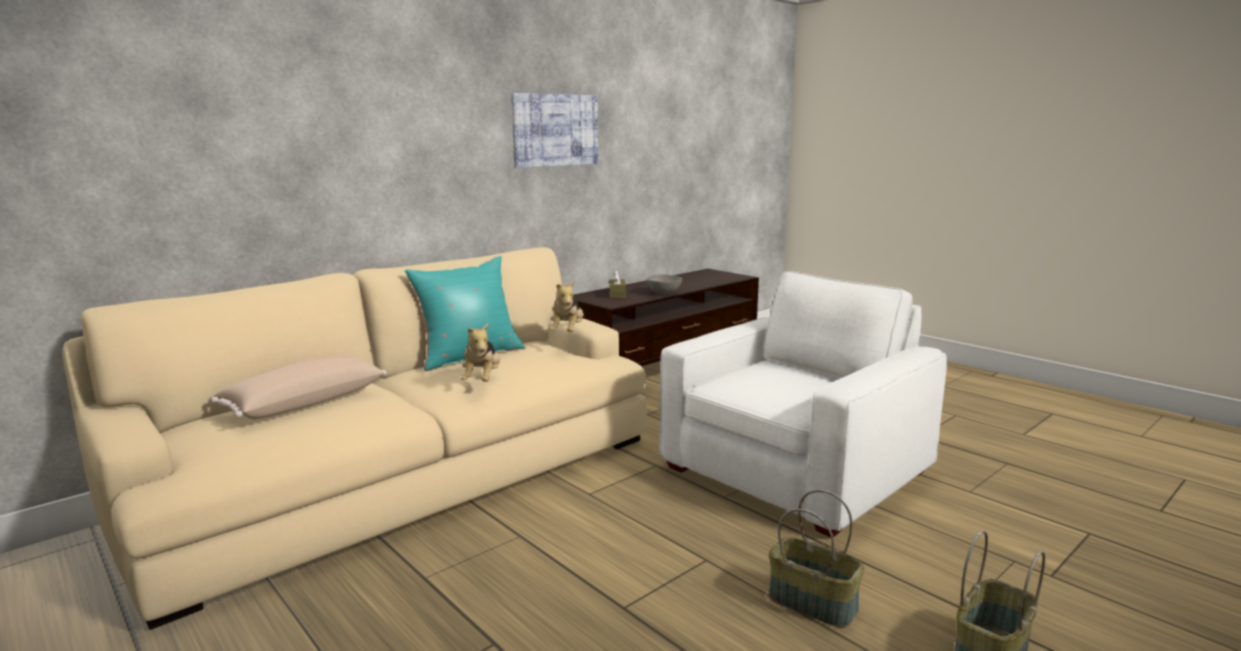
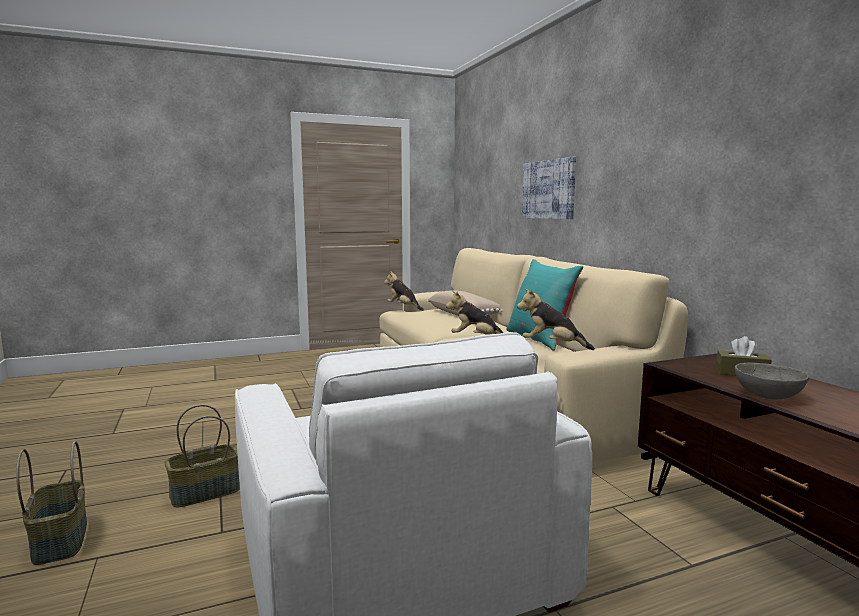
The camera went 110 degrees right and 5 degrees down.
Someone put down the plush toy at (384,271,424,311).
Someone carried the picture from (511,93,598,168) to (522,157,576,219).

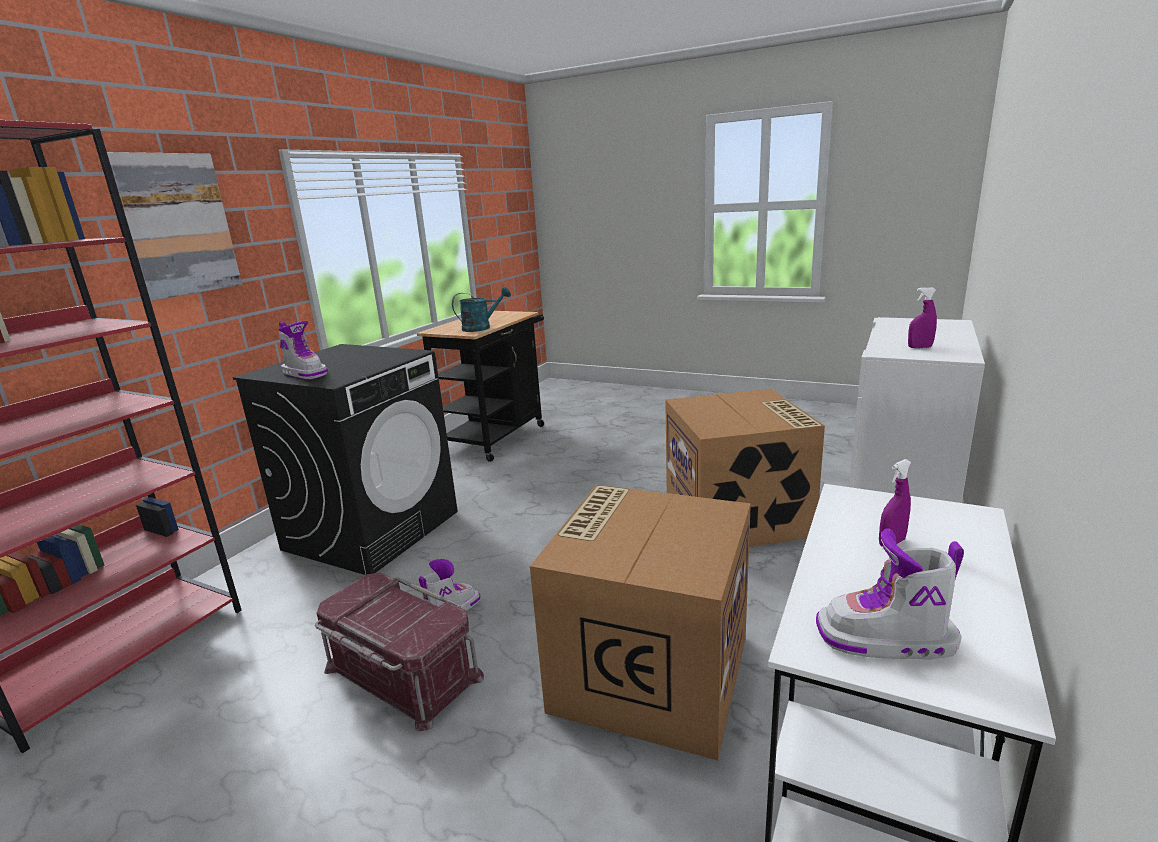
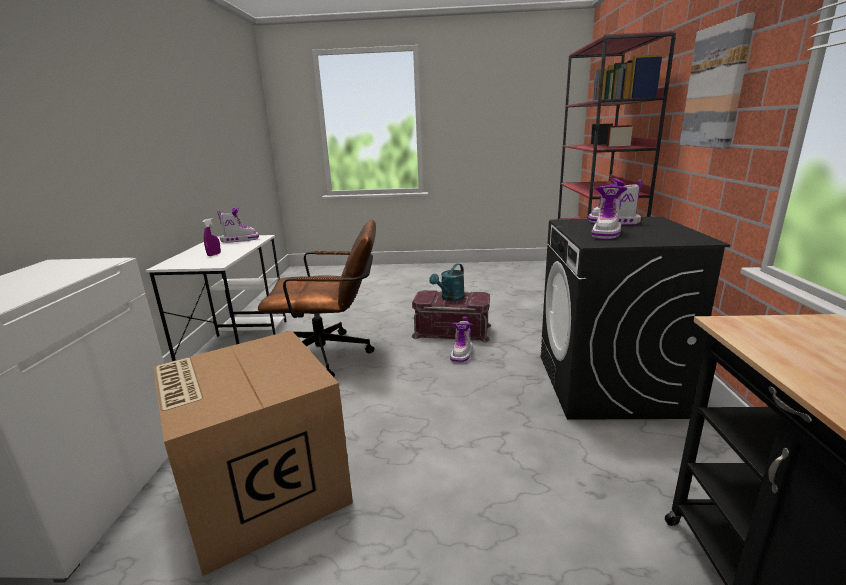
The camera went 155 degrees right and 0 degrees up.
Someone swapped the cardboard box at (530,485,751,761) for the office chair (brown) at (258,220,376,377).
Someone carried the watering can (turquoise) from (452,287,511,332) to (429,263,465,301).
Someone put down the boot at (591,184,627,239).
Someone took away the spray bottle (purple) at (908,287,937,348).

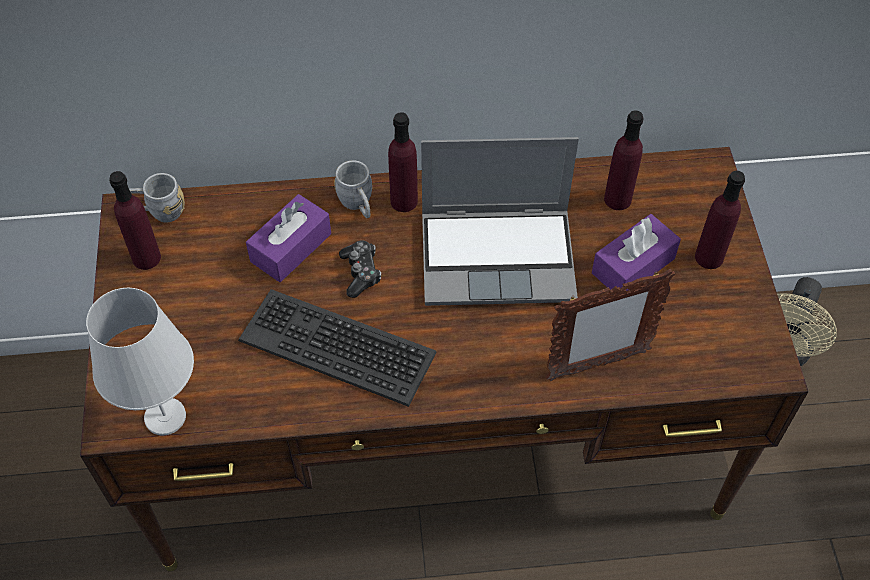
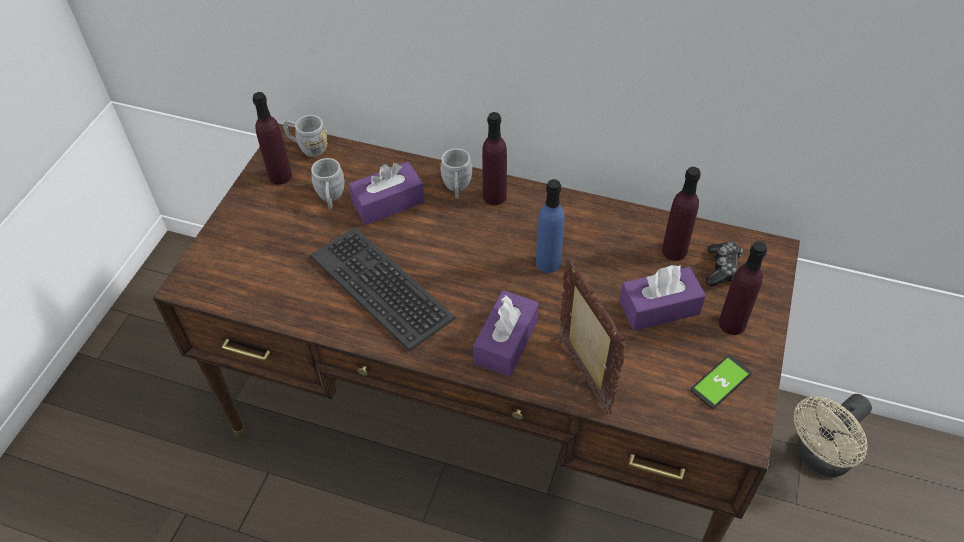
The camera went 25 degrees right and 5 degrees down.
Someone put down the mug (grey) at (311,158,344,209).
Someone put down the tissue box (purple) at (473,290,539,377).
Someone swapped the laptop at (421,137,579,306) for the bottle (blue) at (536,179,565,273).
Someone rotated the picture frame at (546,269,675,381) by 120 degrees counterclockwise.
Someone put down the phone at (691,355,752,408).
Someone carried the game controller from (339,240,381,298) to (705,241,743,287).
Someone took away the table lamp (white) at (86,288,194,436).

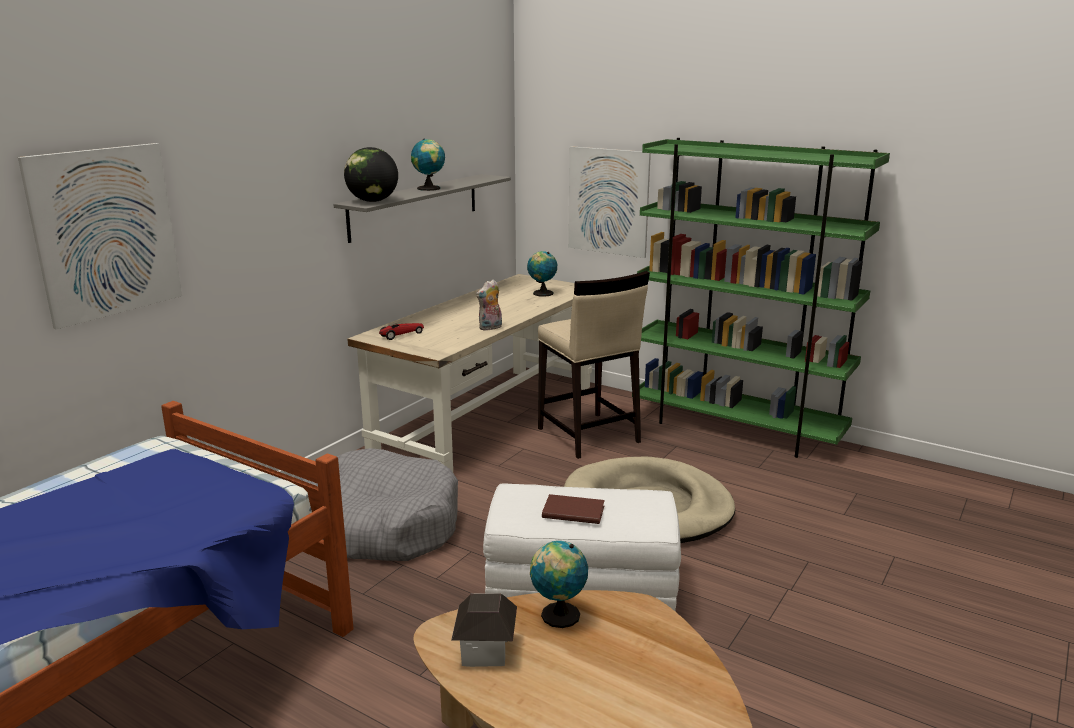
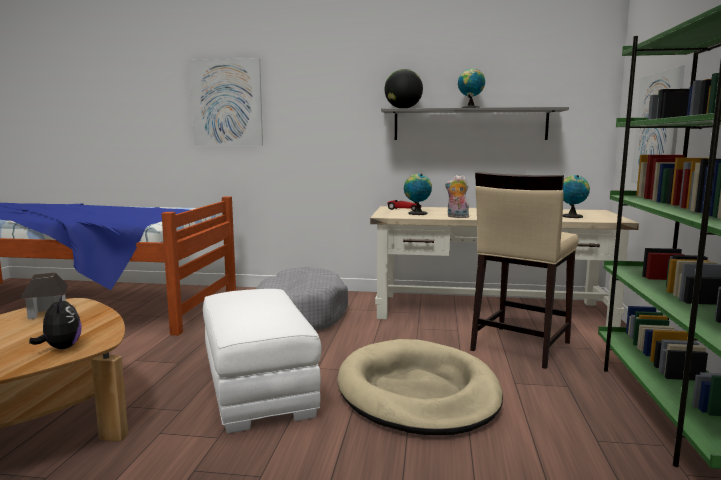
The camera went 65 degrees right and 10 degrees down.
Someone put down the plush toy at (29,295,82,349).
Someone carried the globe from (530,541,588,628) to (404,174,432,215).
Someone took away the book (brown) at (542,494,605,524).

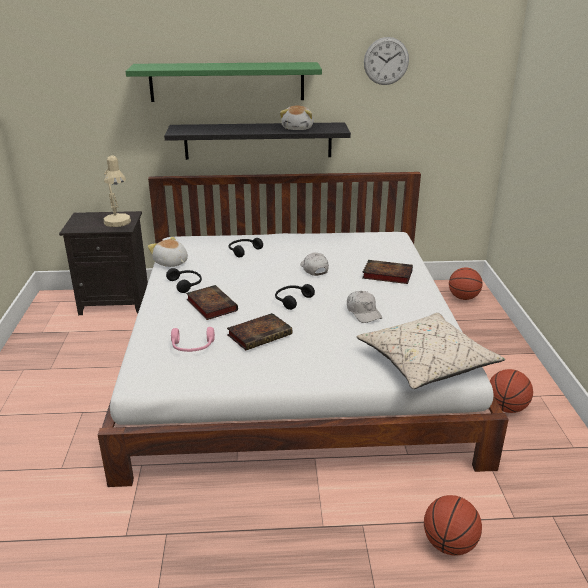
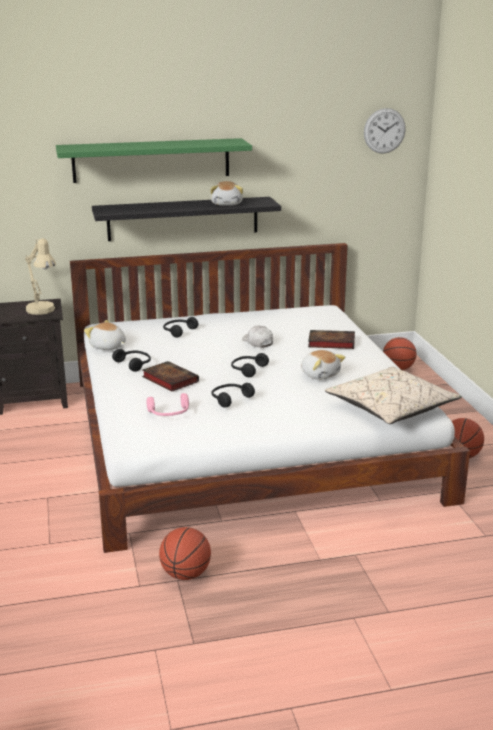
The camera went 10 degrees left and 5 degrees down.
Someone carried the basketball from (424,495,482,555) to (159,527,211,580).
Someone swapped the book at (227,313,292,350) for the headphones (black) at (211,383,255,408).
Someone swapped the cap (white) at (347,291,383,323) for the plush toy at (301,350,346,380).
Someone carried the wall clock from (364,37,409,85) to (364,108,406,154).

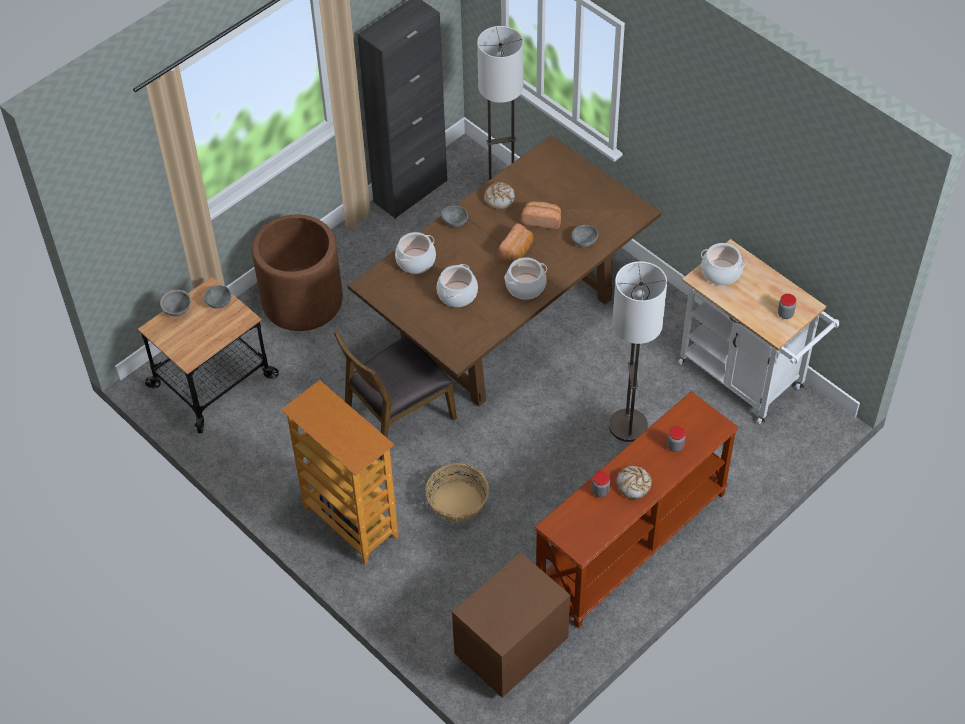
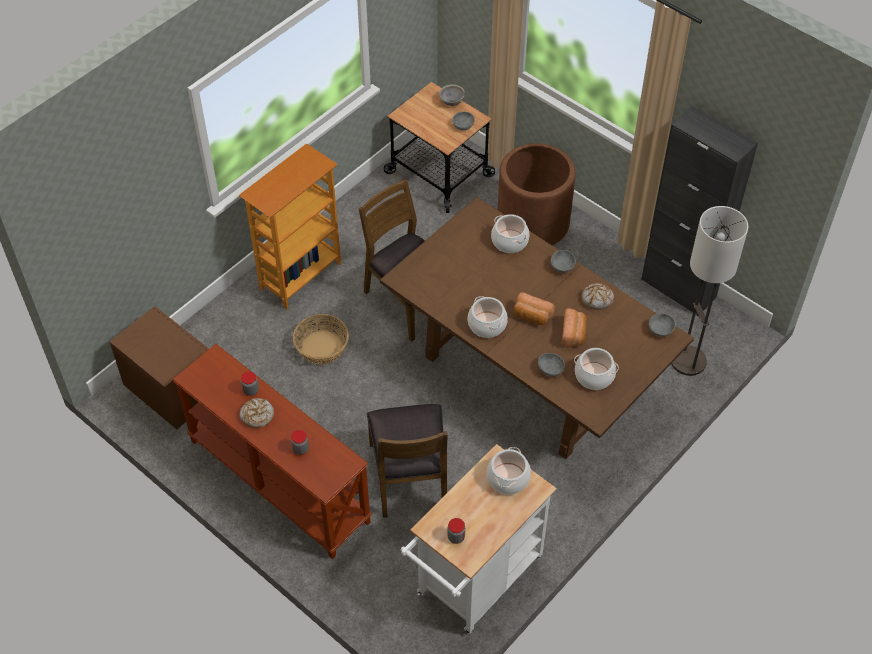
The camera went 85 degrees right and 0 degrees up.
Someone swapped the floor lamp at (609,261,667,442) for the chair (brown) at (367,404,447,518).
Someone carried the cooking pot from (437,264,478,307) to (574,348,619,390).
Someone put down the bowl (grey) at (649,313,676,337).

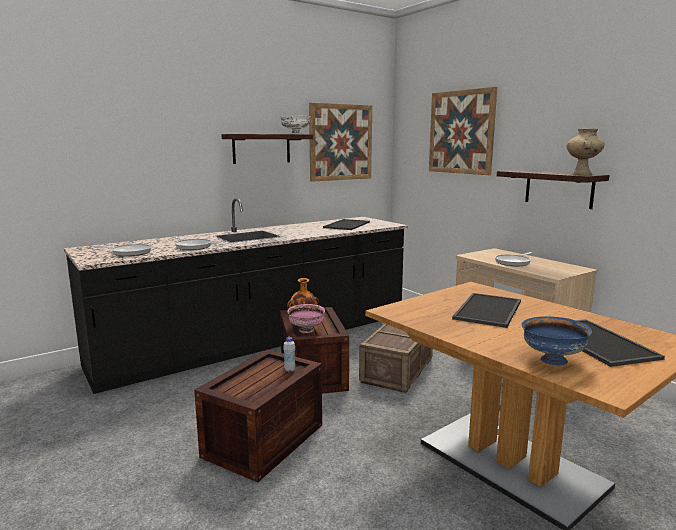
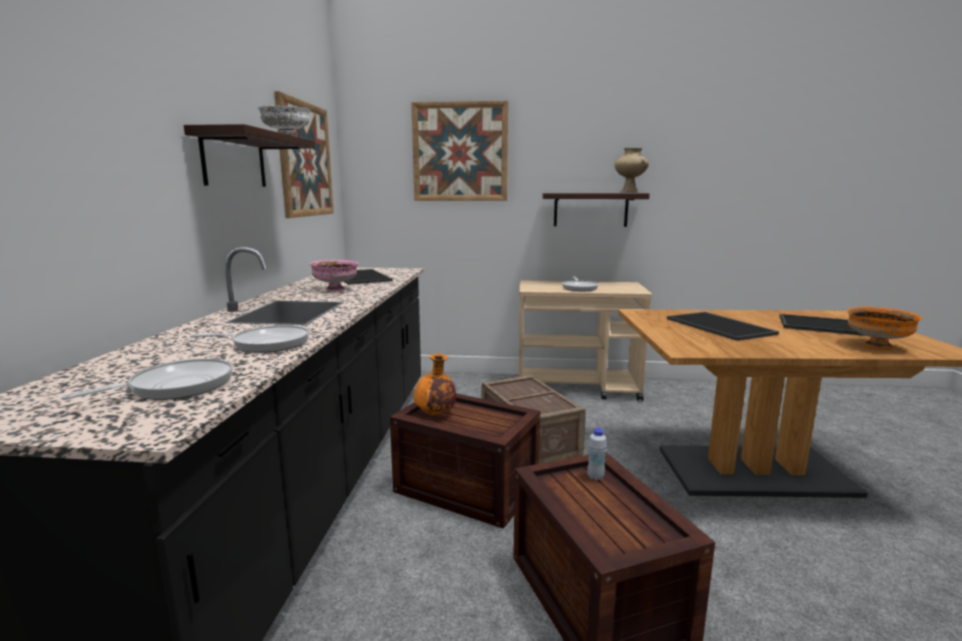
The camera went 50 degrees left and 0 degrees up.
Someone carried the bowl (pink) from (287,304,325,333) to (309,260,359,291).
Someone repainted the bowl (blue) at (521,316,592,365), which became the bowl (orange) at (847,307,922,349).

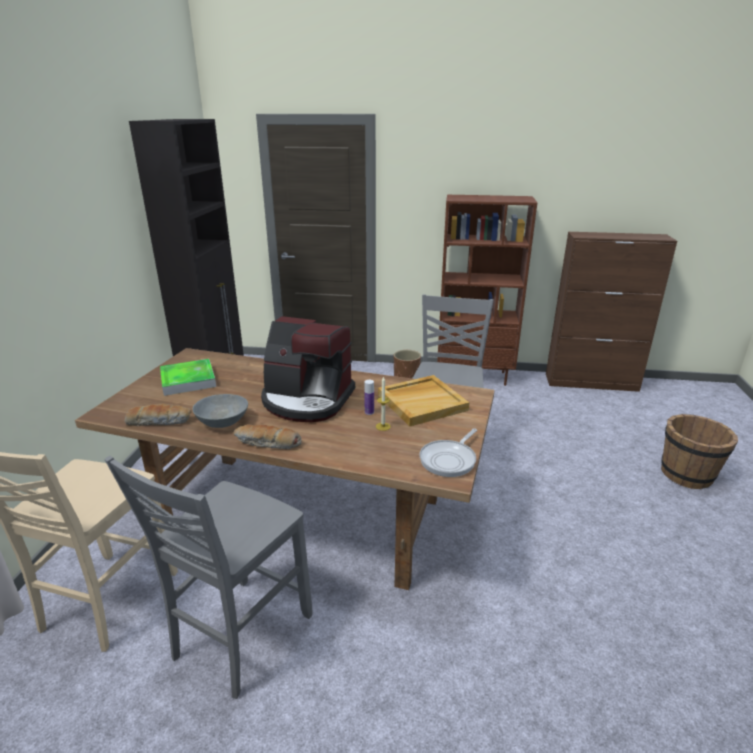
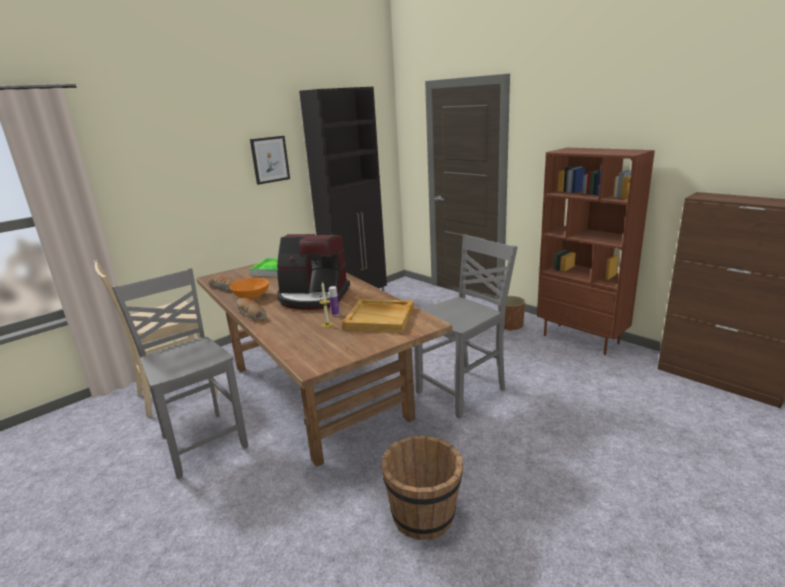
The camera went 40 degrees right and 5 degrees down.
Someone rotated the chair (grey) at (104,456,313,699) by 75 degrees clockwise.
Someone repainted the bowl (grey) at (192,394,248,428), which became the bowl (orange) at (230,278,269,299).
Someone put up the picture at (250,136,290,185).
Someone rotated the coffee machine at (261,316,355,422) by 45 degrees counterclockwise.
Someone carried the bucket (brown) from (661,414,738,489) to (382,435,464,540).
Someone took away the frying pan at (419,428,477,477).

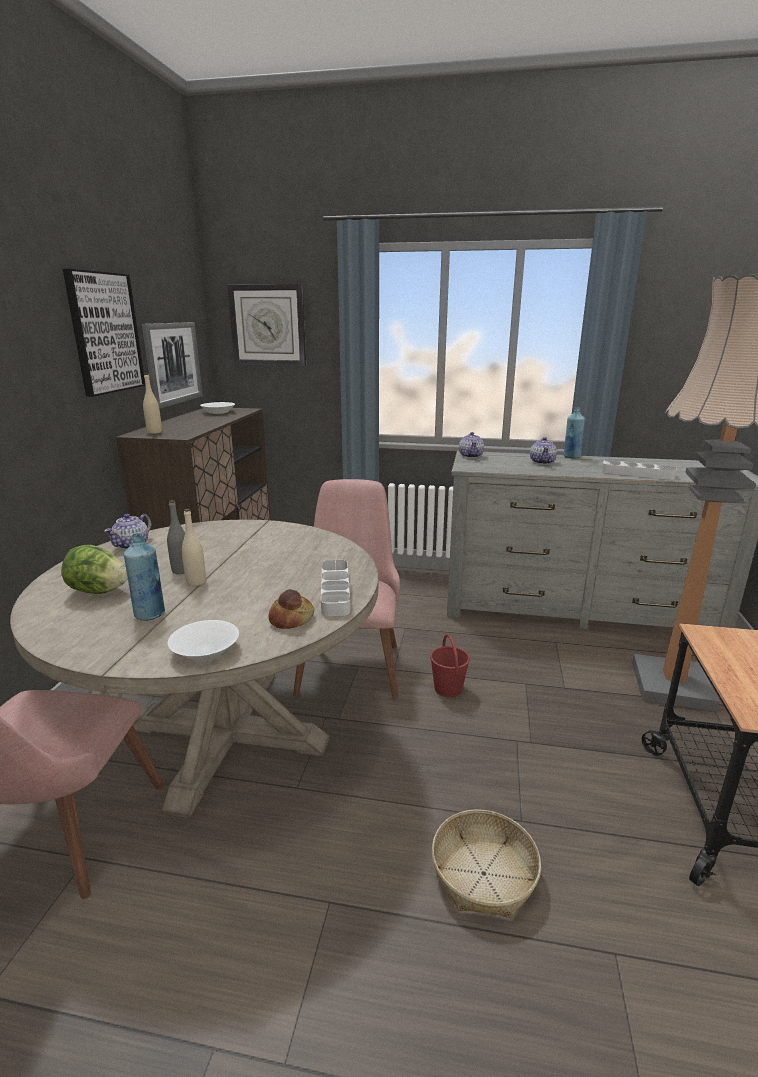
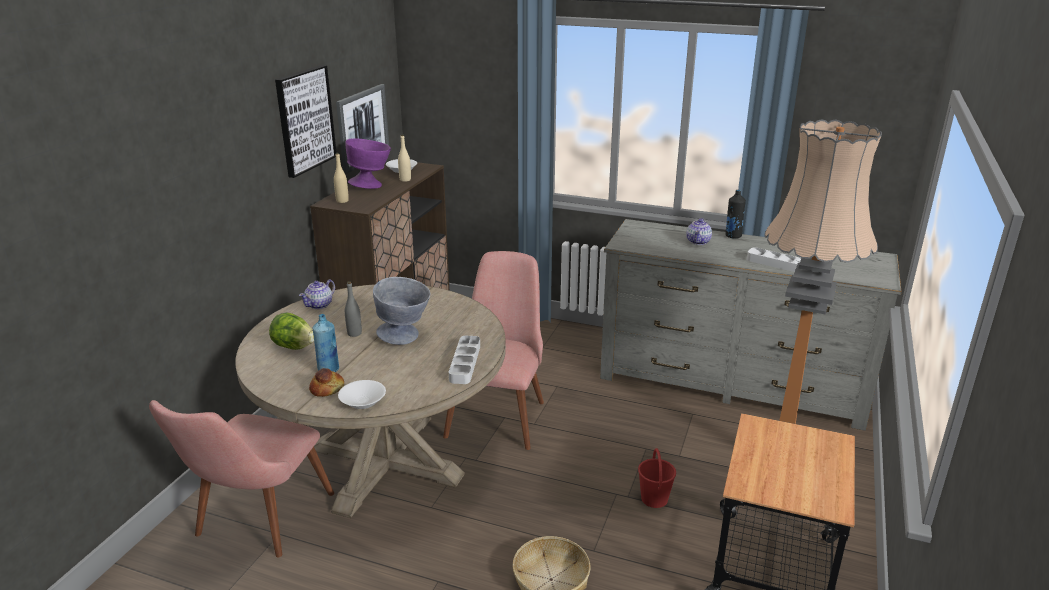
The camera went 10 degrees right and 5 degrees up.
Someone carried the bread from (269,589,314,629) to (309,368,344,397).
Someone put down the bowl (purple) at (346,138,391,189).
Someone put down the bowl (grey) at (373,277,430,345).
Someone carried the bottle (beige) from (182,509,206,586) to (398,135,411,182).
Someone carried the bucket (red) from (430,634,470,697) to (638,448,676,508).
Someone repainted the bottle (blue) at (564,407,585,459), which became the bottle (black) at (725,190,746,239).
Someone took away the wall clock at (227,284,306,366).
Someone took away the teapot at (459,432,484,458).

